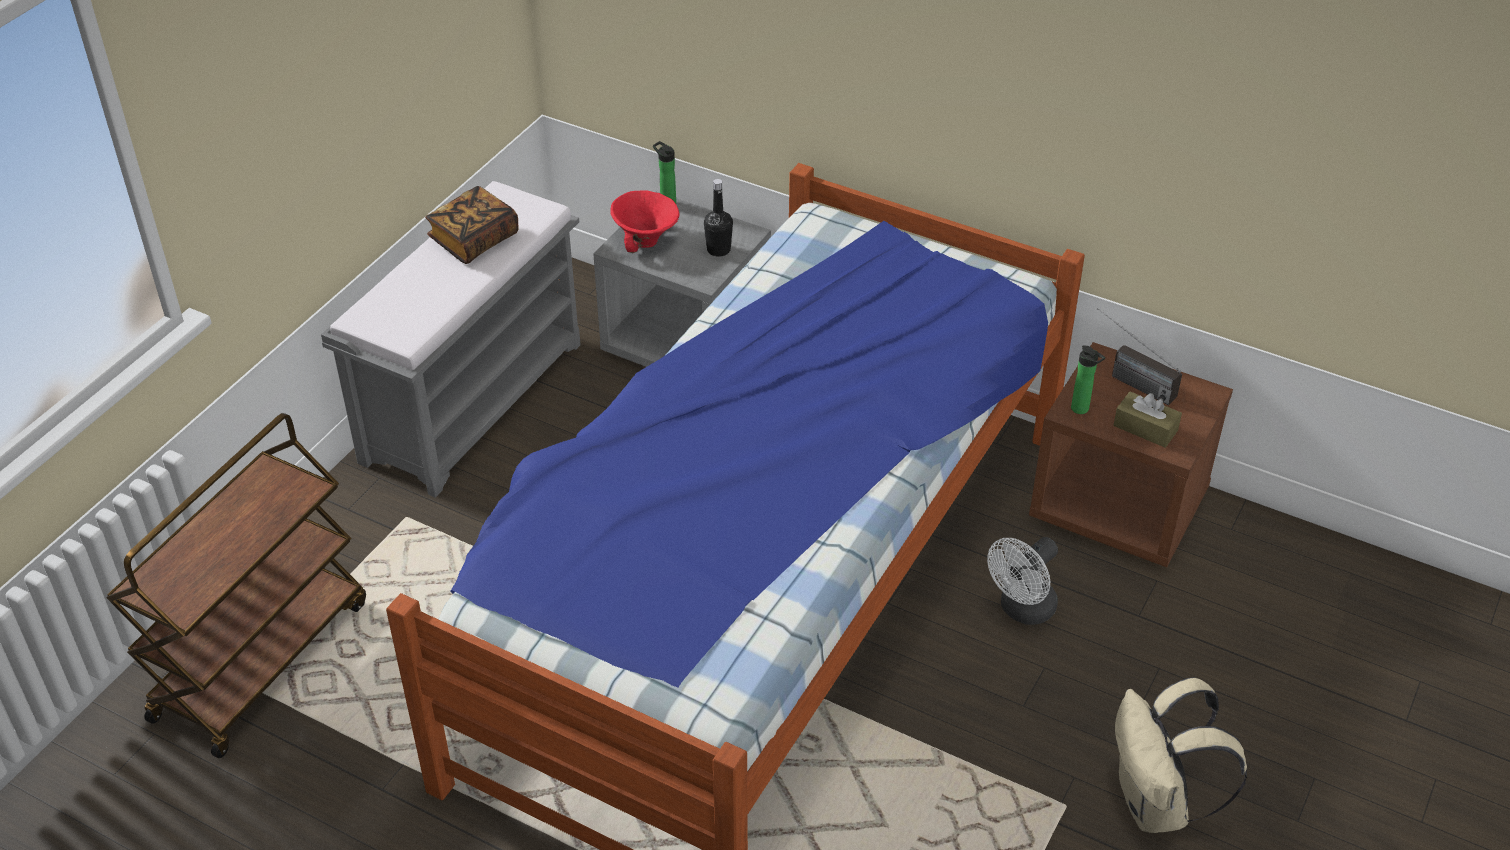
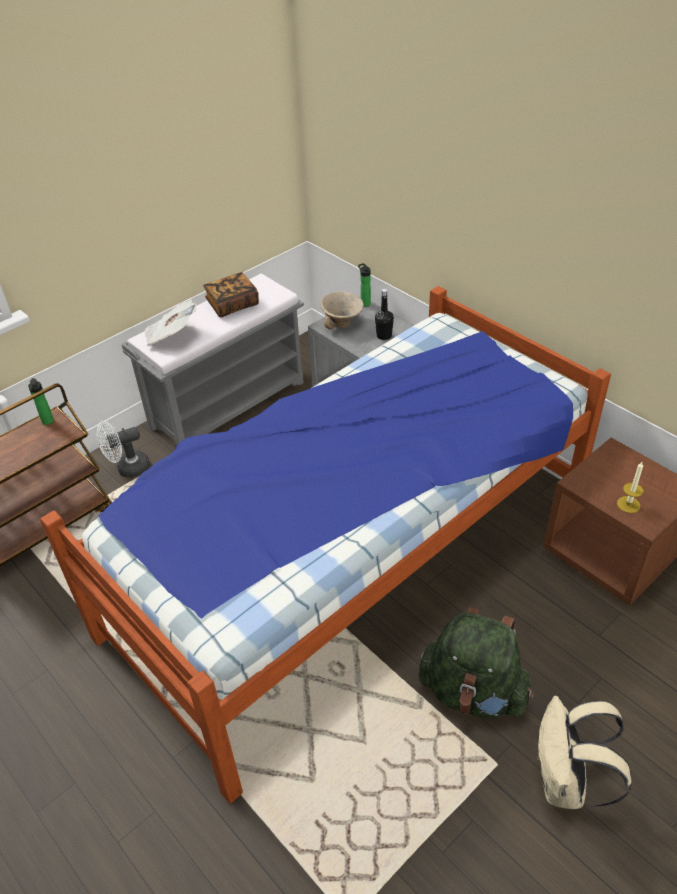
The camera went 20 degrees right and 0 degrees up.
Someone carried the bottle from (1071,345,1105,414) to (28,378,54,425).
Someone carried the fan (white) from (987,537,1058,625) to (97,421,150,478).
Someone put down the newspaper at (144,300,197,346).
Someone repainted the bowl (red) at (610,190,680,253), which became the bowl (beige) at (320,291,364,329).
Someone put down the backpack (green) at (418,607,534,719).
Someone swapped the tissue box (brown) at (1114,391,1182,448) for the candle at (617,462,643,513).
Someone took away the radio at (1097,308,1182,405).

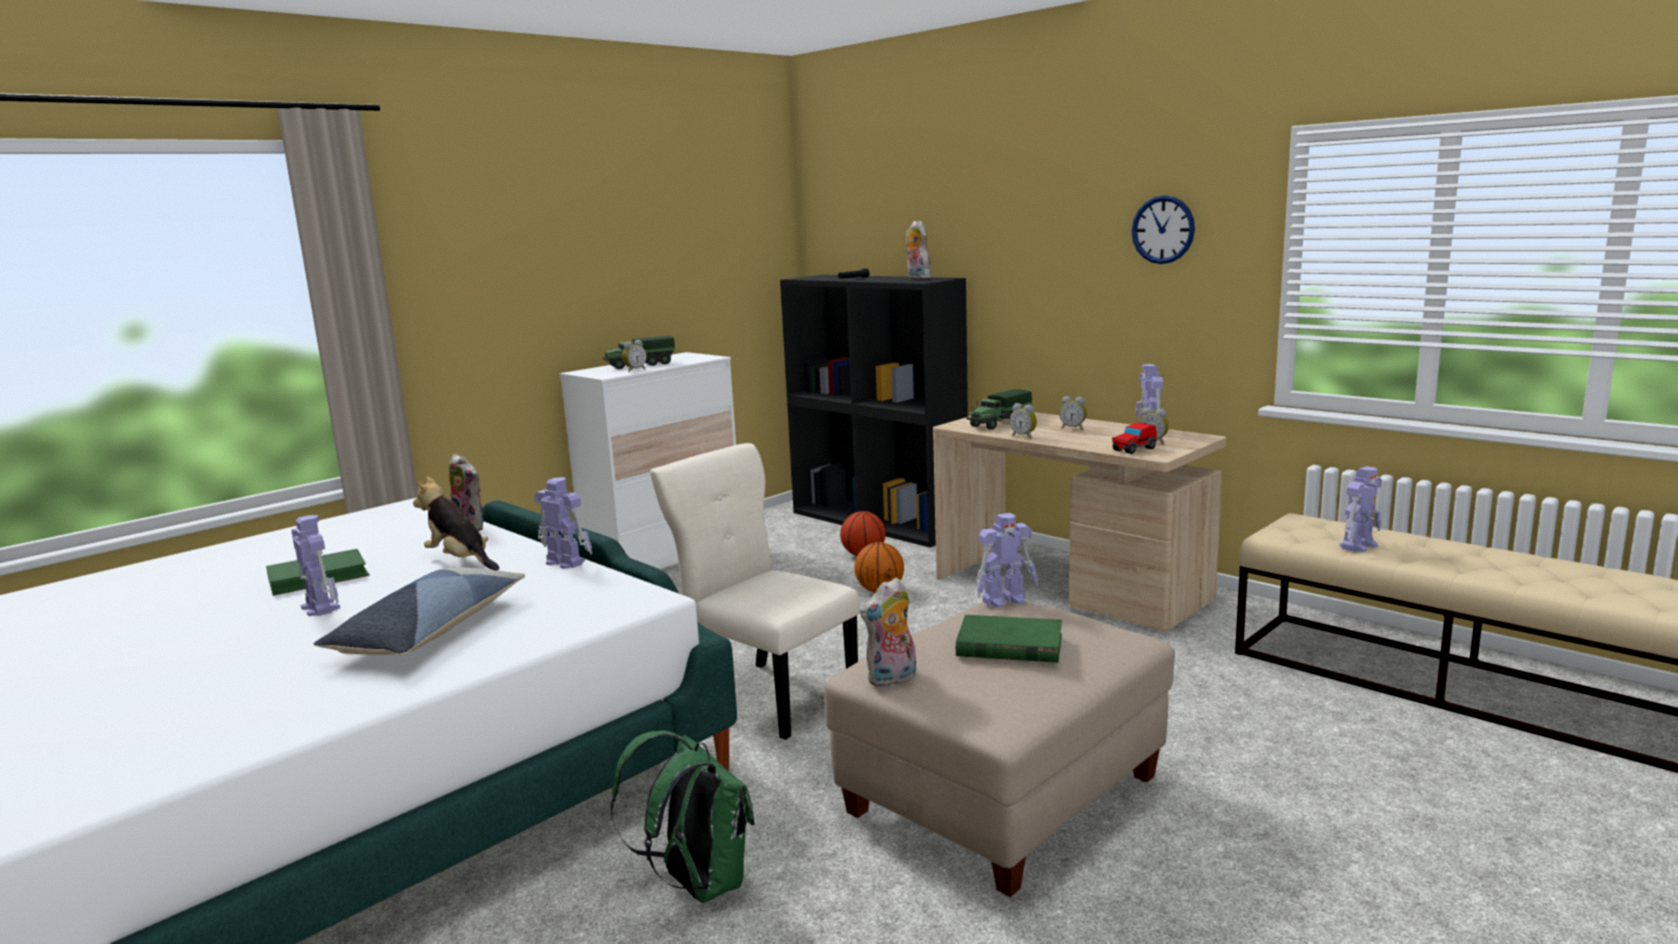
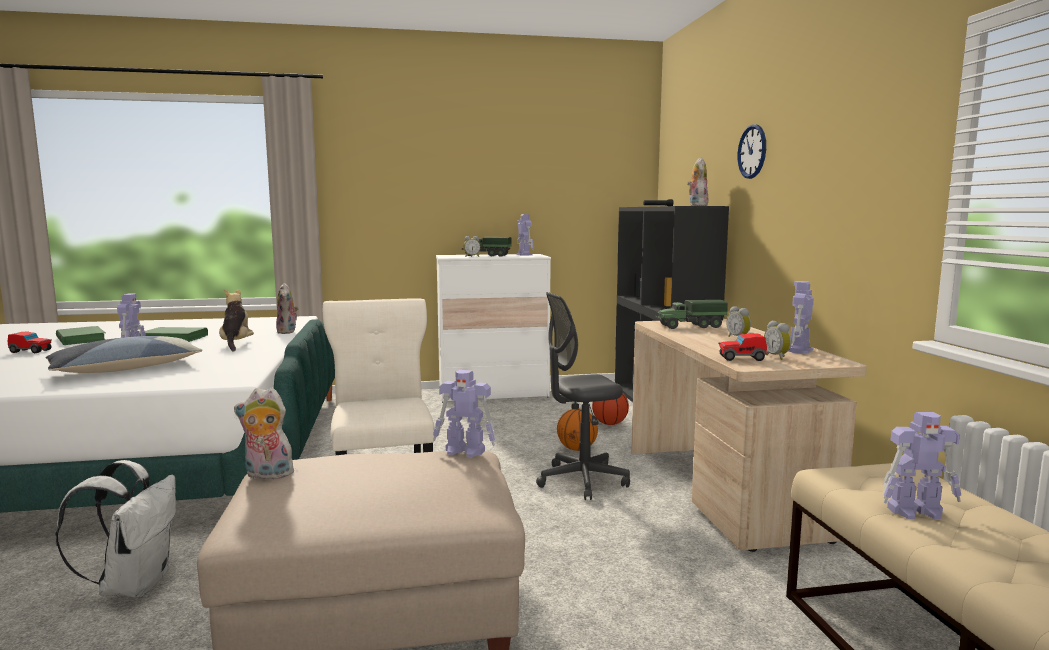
The camera went 35 degrees right and 5 degrees down.
Someone put down the toy car at (7,331,52,353).
Someone carried the book (green) from (956,615,1062,663) to (56,326,106,345).
Someone repainted the backpack (green) at (611,731,754,903), which became the backpack (white) at (56,460,176,598).
Someone carried the toy robot from (535,477,592,569) to (517,214,534,256).
Someone put down the office chair (grey) at (536,292,630,500).
Someone carried the wall clock from (1132,195,1195,264) to (738,124,766,179).
Someone took away the alarm clock at (1010,403,1037,439).

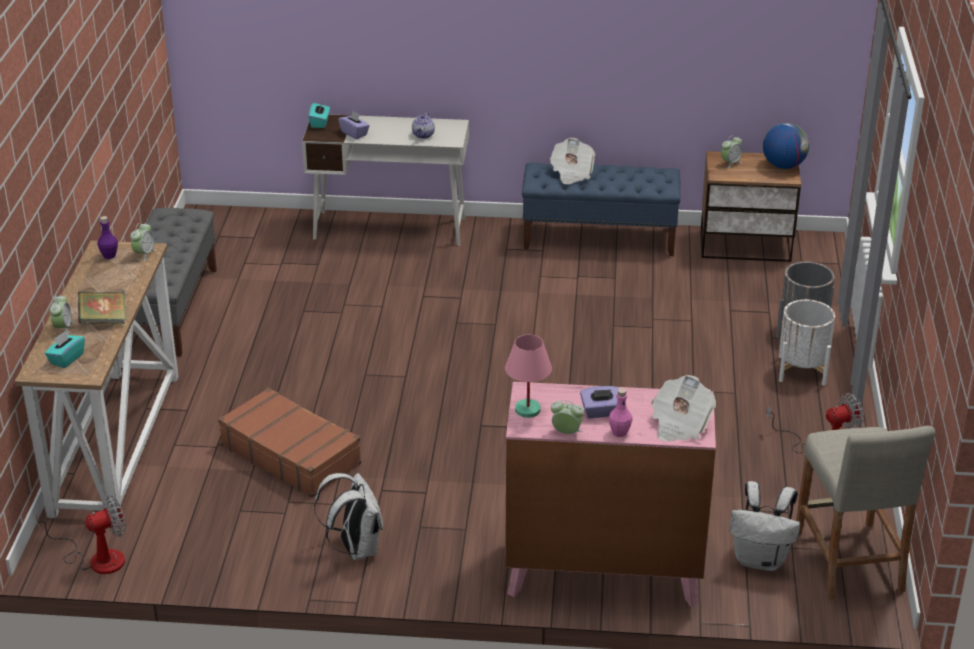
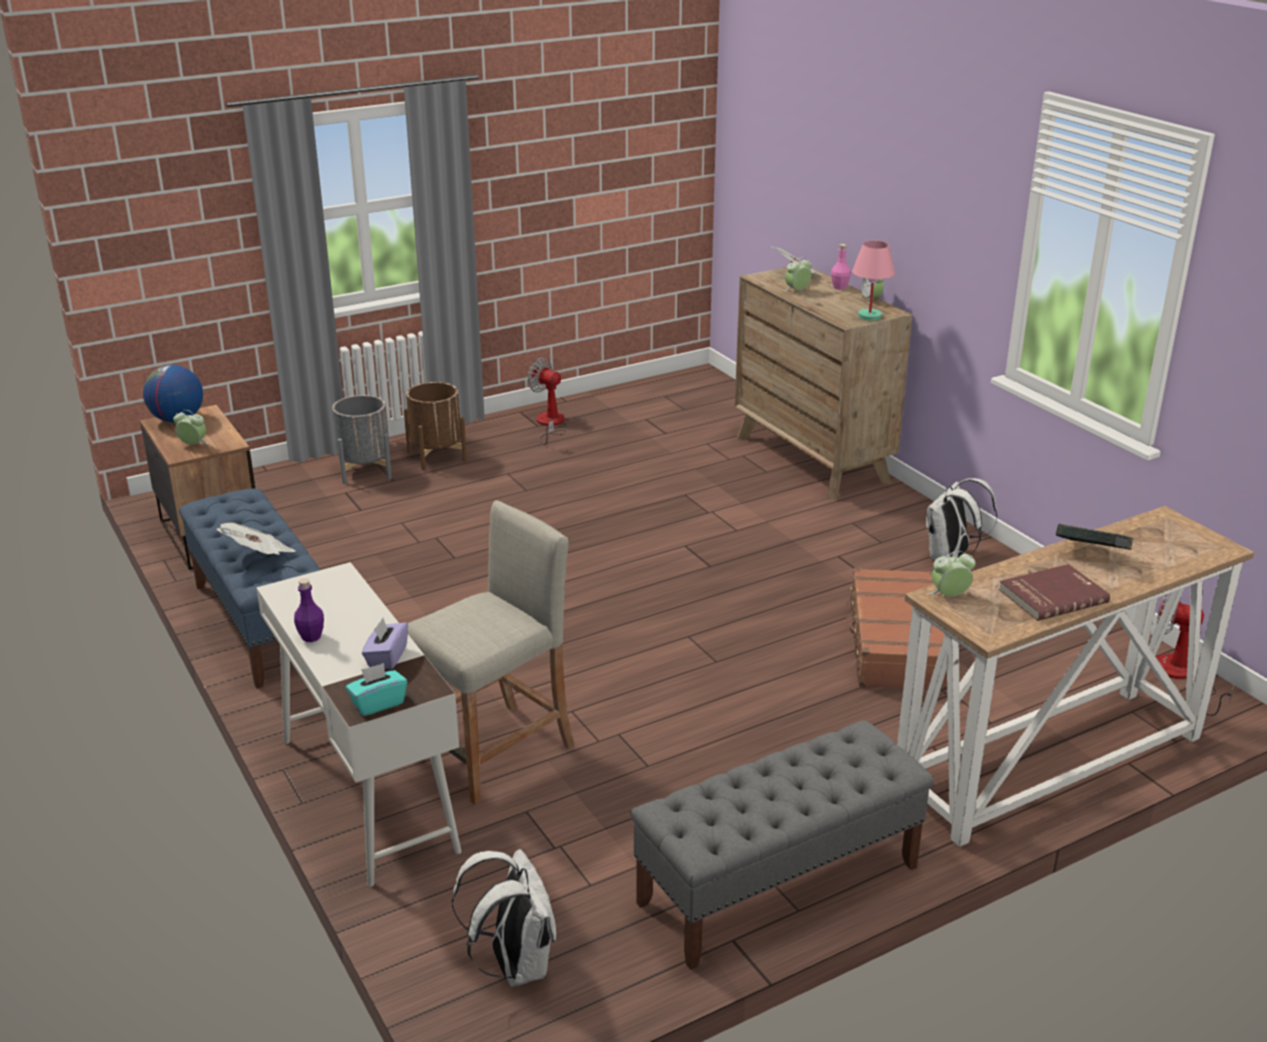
The camera went 125 degrees left and 5 degrees down.
Someone carried the bottle (purple) from (97,216,118,259) to (294,578,324,642).
Someone repainted the planter (white) at (779,299,835,386), which became the planter (brown) at (404,382,467,470).
Someone carried the stool (beige) from (796,426,935,600) to (408,500,574,805).
Someone carried the backpack (white) from (729,481,800,571) to (452,849,556,987).
Someone repainted the dresser (pink) at (505,382,716,607), which became the dresser (brown) at (735,267,912,501).
Someone carried the alarm clock from (50,295,73,335) to (784,257,812,292).
Someone put down the book (red) at (999,564,1110,621).
Someone took away the tissue box (turquoise) at (45,330,85,368).
Someone took away the teapot at (412,112,435,139).
Someone took away the tissue box (purple) at (580,386,619,418).

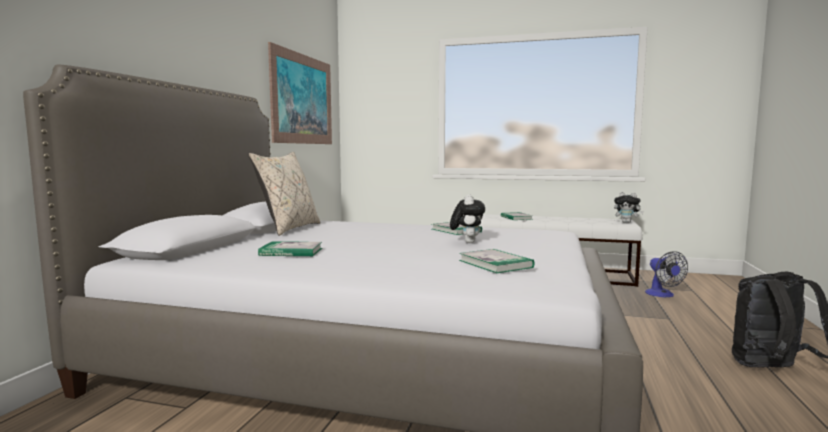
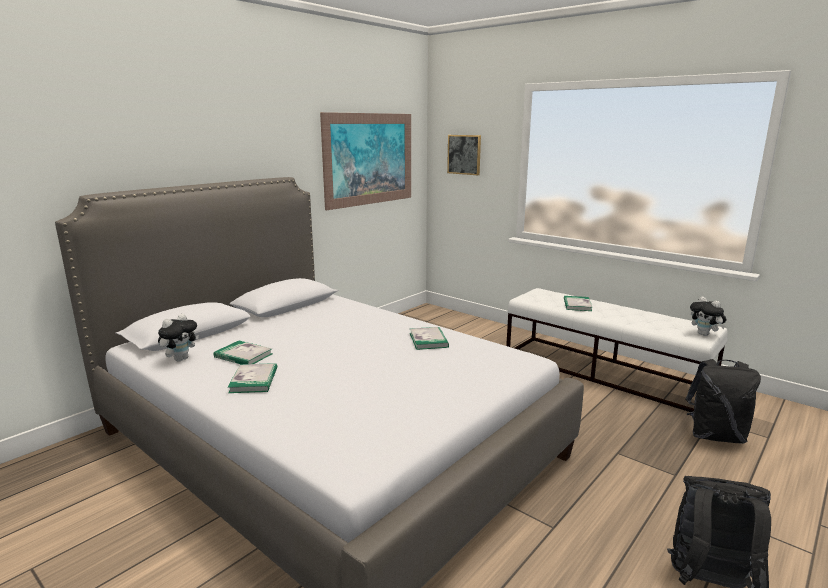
The camera went 25 degrees right and 10 degrees up.
Someone carried the plush toy from (450,195,485,243) to (158,314,199,362).
Someone carried the book from (459,249,535,273) to (228,363,277,393).
Someone put up the picture at (447,135,481,175).
Someone swapped the fan at (645,251,688,297) for the backpack (black) at (685,359,761,443).
Someone took away the pillow (beige) at (248,152,321,236).

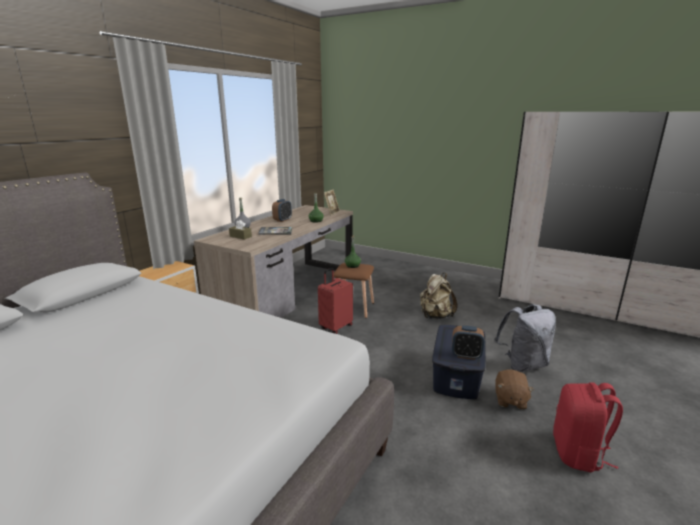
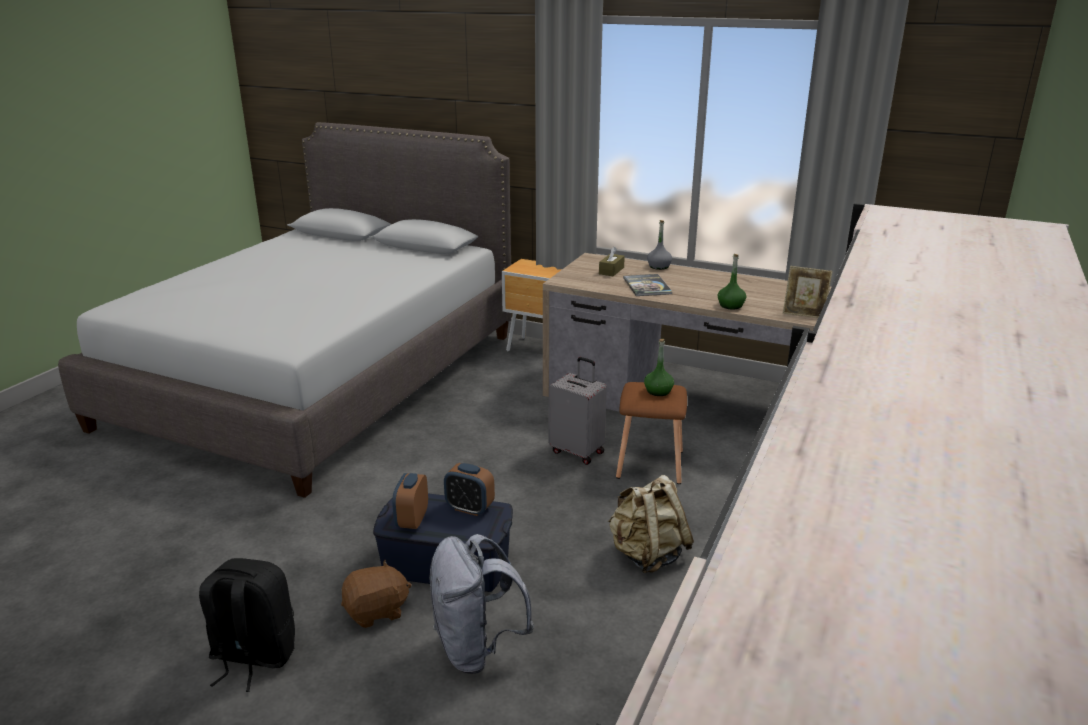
The camera went 85 degrees right and 5 degrees up.
Someone repainted the backpack (red) at (553,382,623,472), which became the backpack (black) at (199,558,295,692).
Someone rotated the plush toy (brown) at (495,370,534,410) by 150 degrees clockwise.
Someone carried the alarm clock from (272,199,292,222) to (444,463,495,516).
Someone repainted the suitcase (red) at (318,268,353,334), which became the suitcase (grey) at (549,357,607,465).

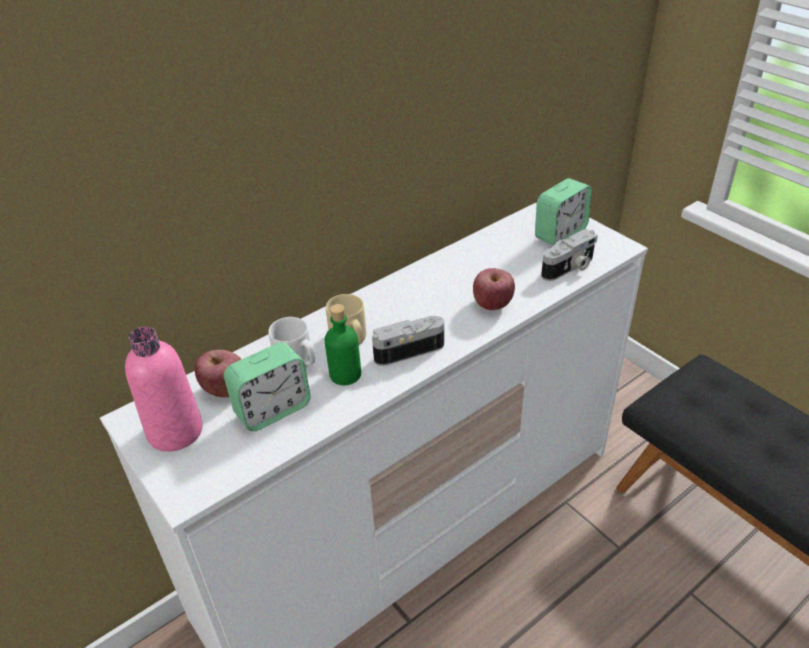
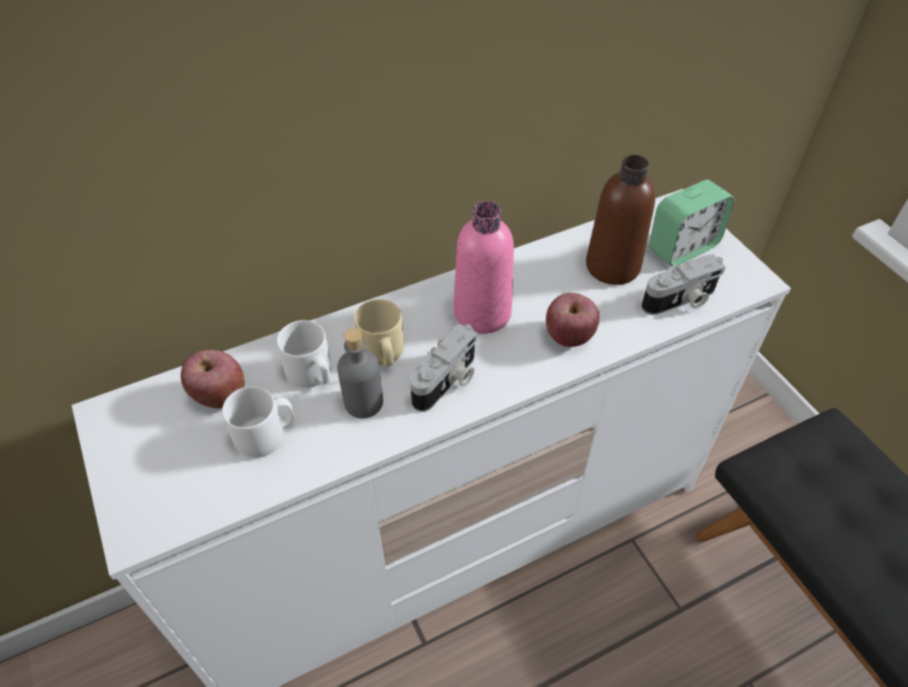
The camera went 10 degrees right and 10 degrees up.
Someone swapped the alarm clock at (224,342,311,431) for the mug (white) at (222,386,294,458).
Someone repainted the bottle (green) at (325,304,361,385), which became the bottle (grey) at (337,328,383,418).
Someone rotated the photo camera at (372,316,444,366) by 135 degrees clockwise.
Someone carried the bottle (pink) from (125,326,203,452) to (454,201,514,334).
Someone put down the bottle (brown) at (586,155,655,285).

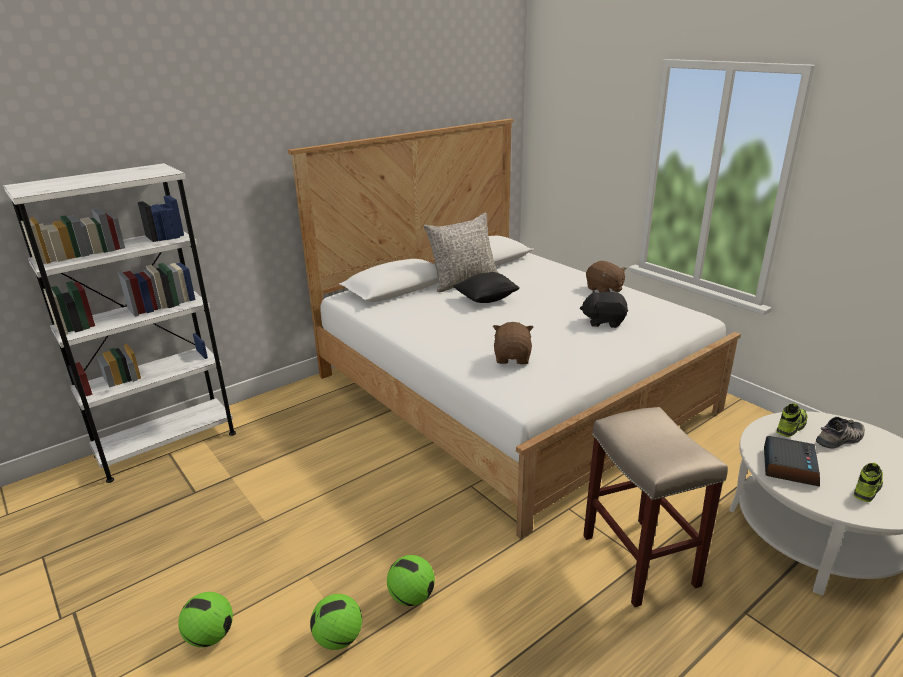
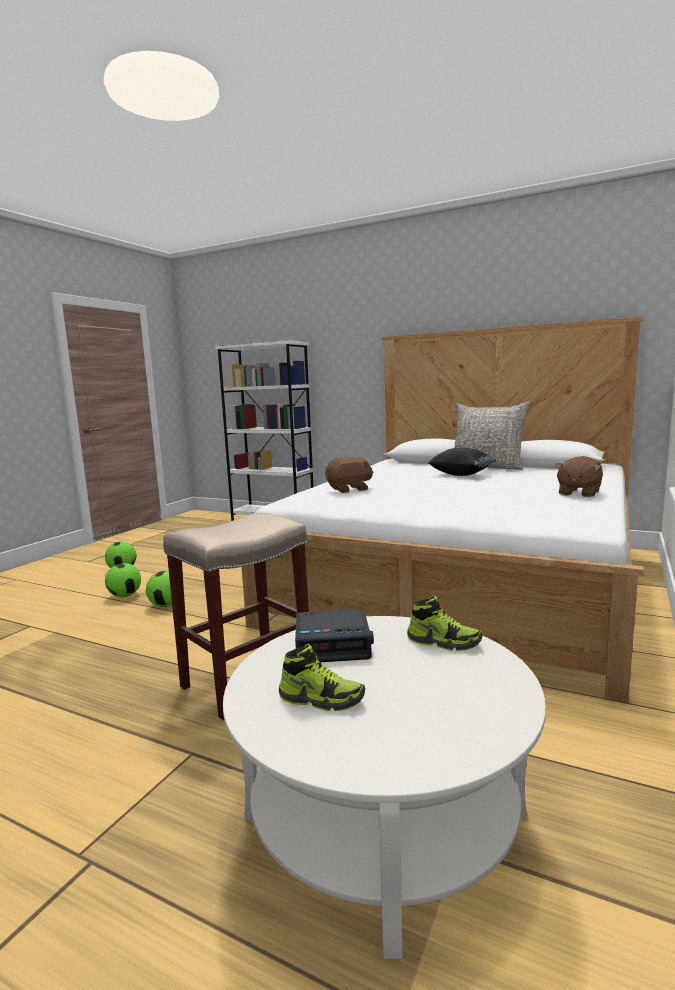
The camera went 65 degrees right and 15 degrees down.
Someone took away the plush toy (black) at (580,290,628,328).
Someone took away the shoe at (816,417,865,449).

